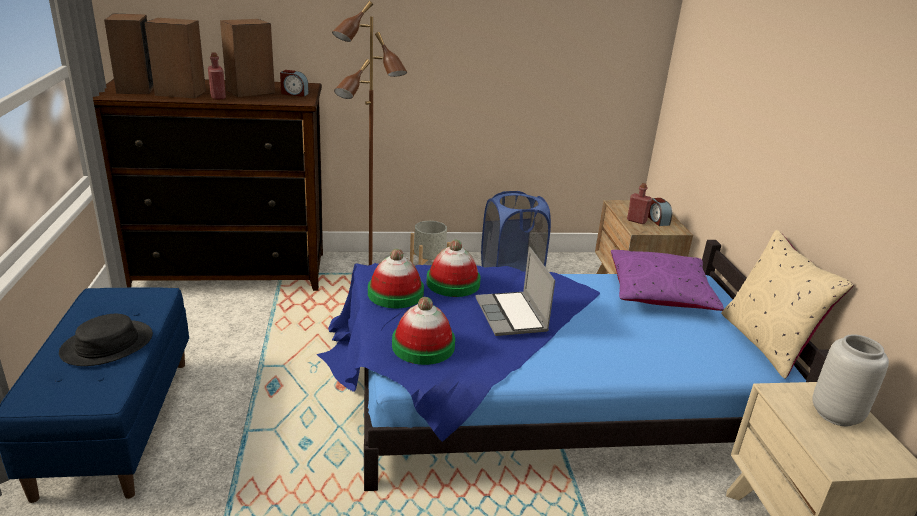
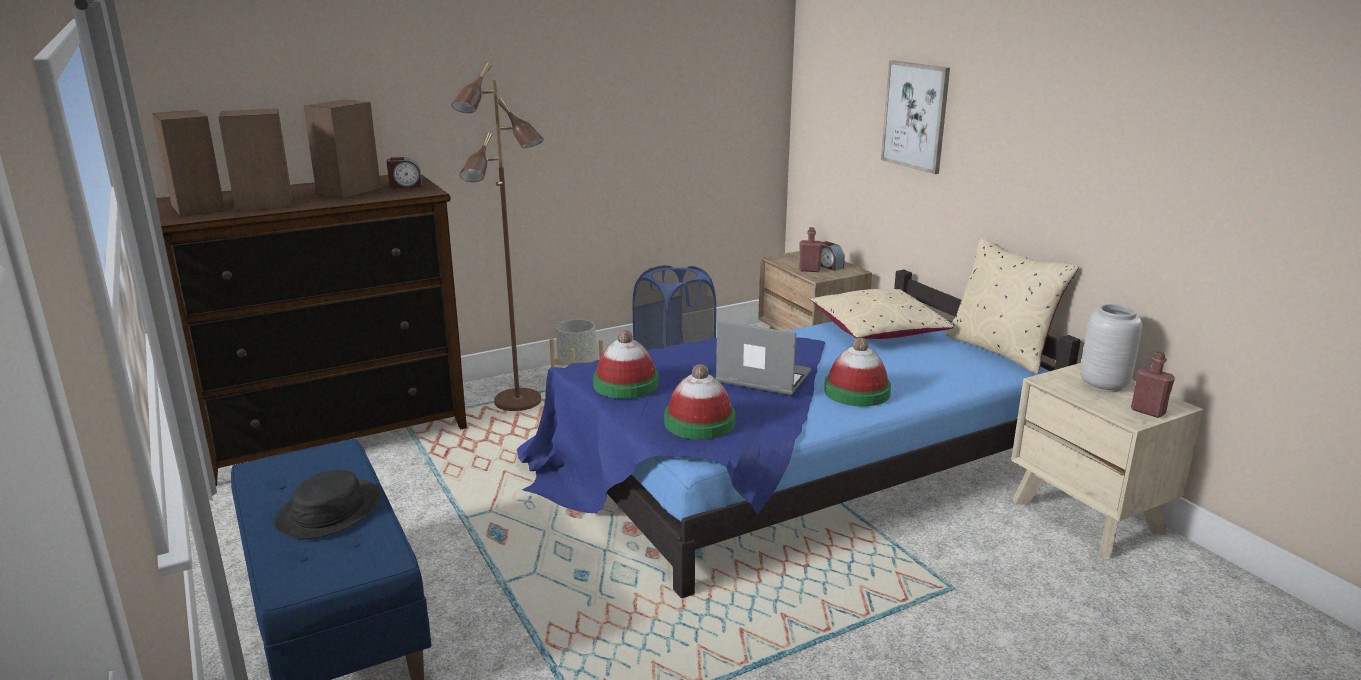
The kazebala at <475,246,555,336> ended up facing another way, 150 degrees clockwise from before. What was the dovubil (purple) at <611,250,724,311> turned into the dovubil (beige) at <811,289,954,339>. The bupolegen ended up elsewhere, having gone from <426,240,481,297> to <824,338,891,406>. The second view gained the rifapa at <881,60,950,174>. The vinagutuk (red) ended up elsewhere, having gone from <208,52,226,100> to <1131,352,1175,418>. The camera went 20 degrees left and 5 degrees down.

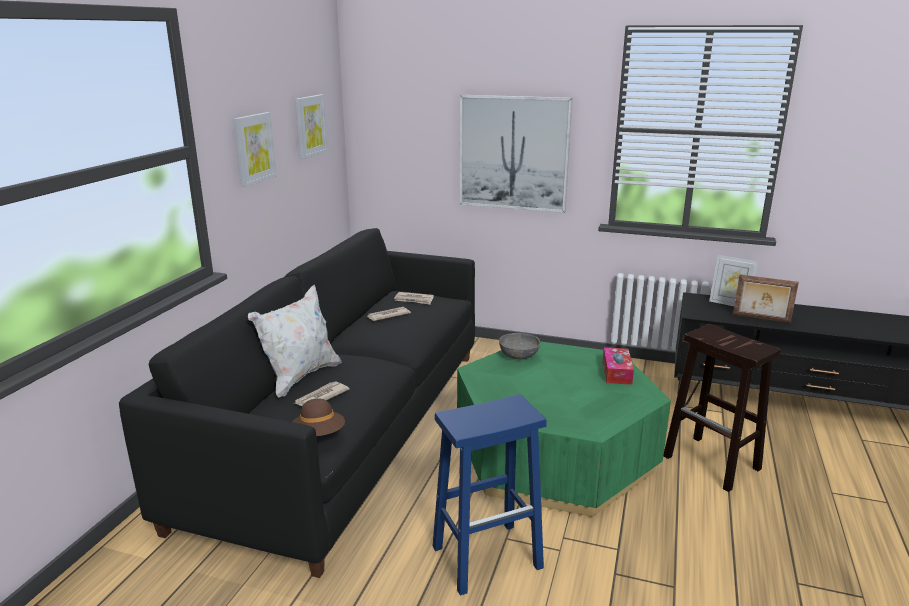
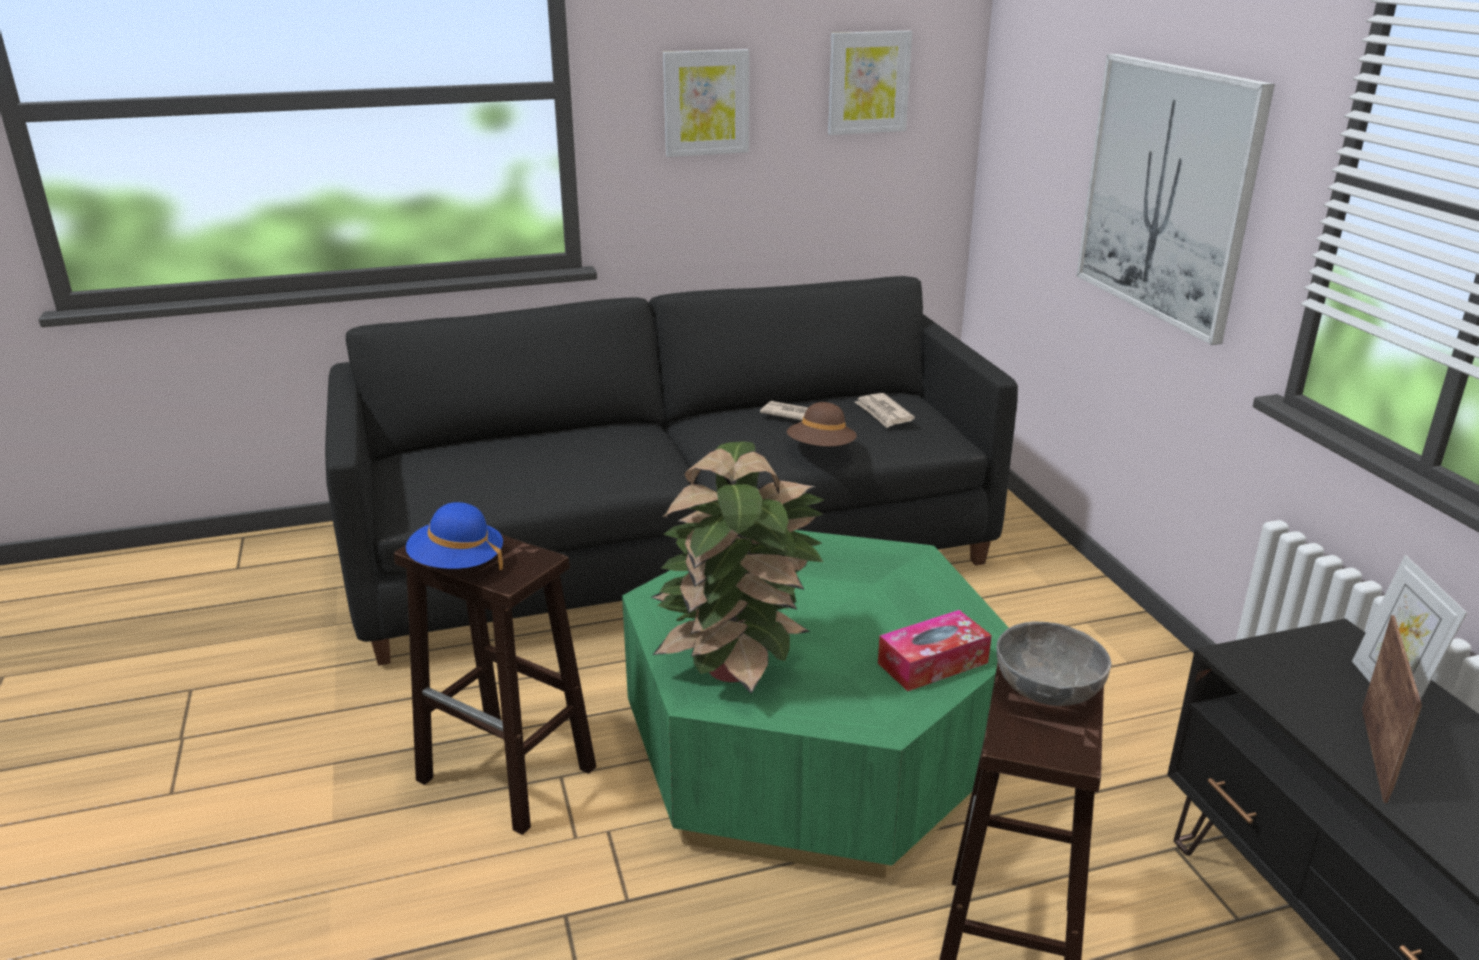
What was the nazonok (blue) at <433,394,547,596> turned into the nazonok (brown) at <394,534,596,835>. The second view gained the bupolegen (blue) at <406,502,503,570>. The second view gained the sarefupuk at <651,441,824,694>. The bupolegen (brown) ended up elsewhere, having gone from <292,398,345,436> to <787,402,857,446>. The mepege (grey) ended up elsewhere, having gone from <499,333,540,359> to <996,621,1111,706>. The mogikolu at <733,275,799,323> ended up facing another way, 150 degrees counterclockwise from before. The second view lost the dovubil (white) at <248,285,342,398>. The second view lost the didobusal at <294,381,349,406>. The camera went 55 degrees right and 5 degrees up.

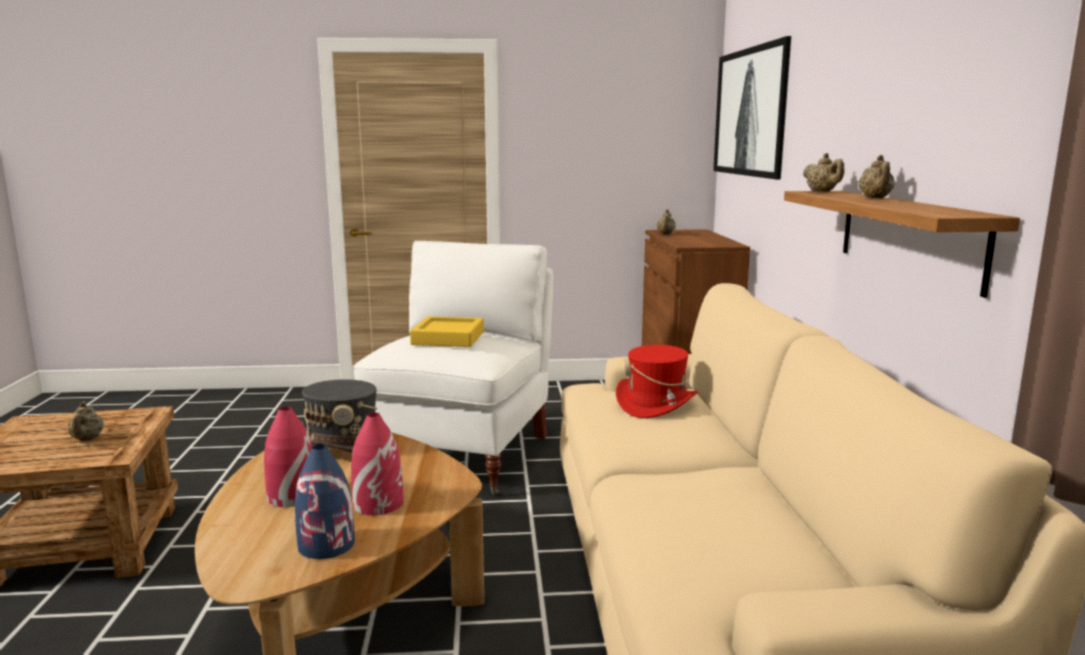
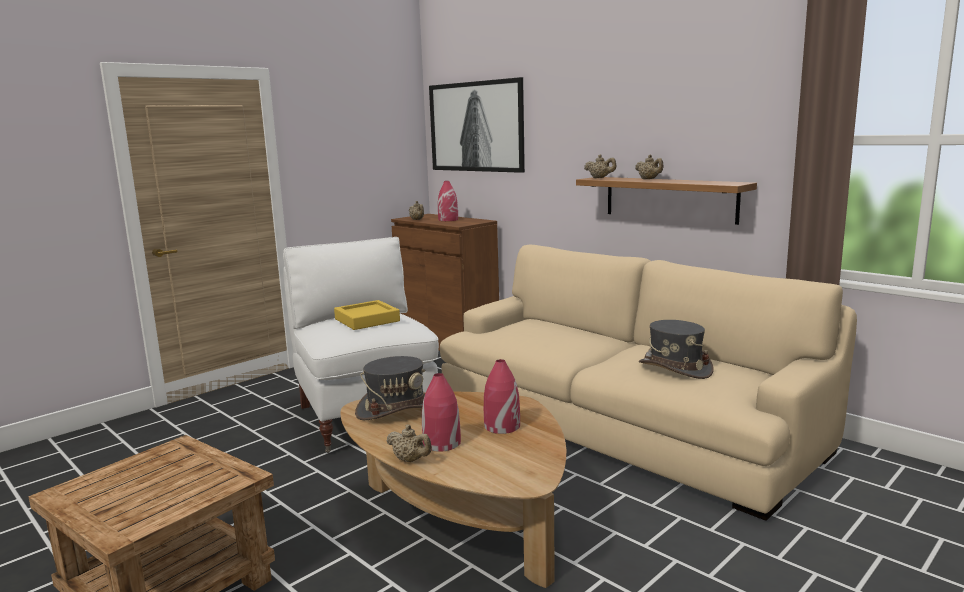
The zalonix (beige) ended up elsewhere, having gone from <68,401,104,441> to <386,424,432,462>. The second view gained the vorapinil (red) at <438,181,458,221>. The second view gained the bupolegen (grey) at <639,320,713,379>. The second view lost the vorapinil (blue) at <295,444,355,559>. The second view lost the bupolegen (red) at <616,345,698,418>. The camera went 40 degrees left and 0 degrees up.

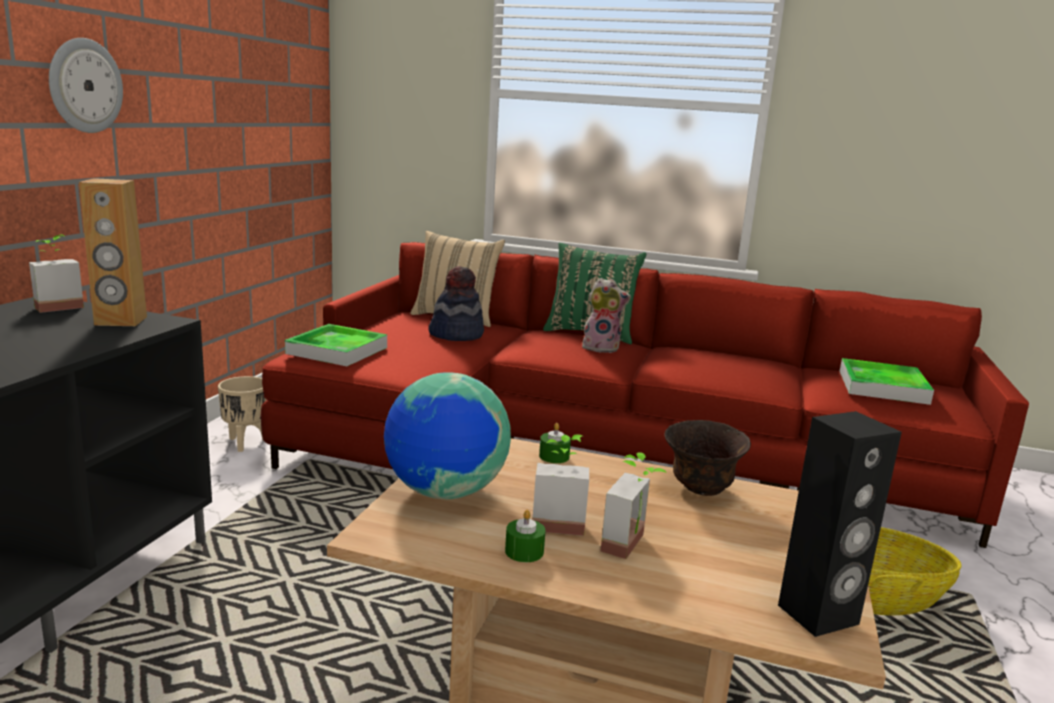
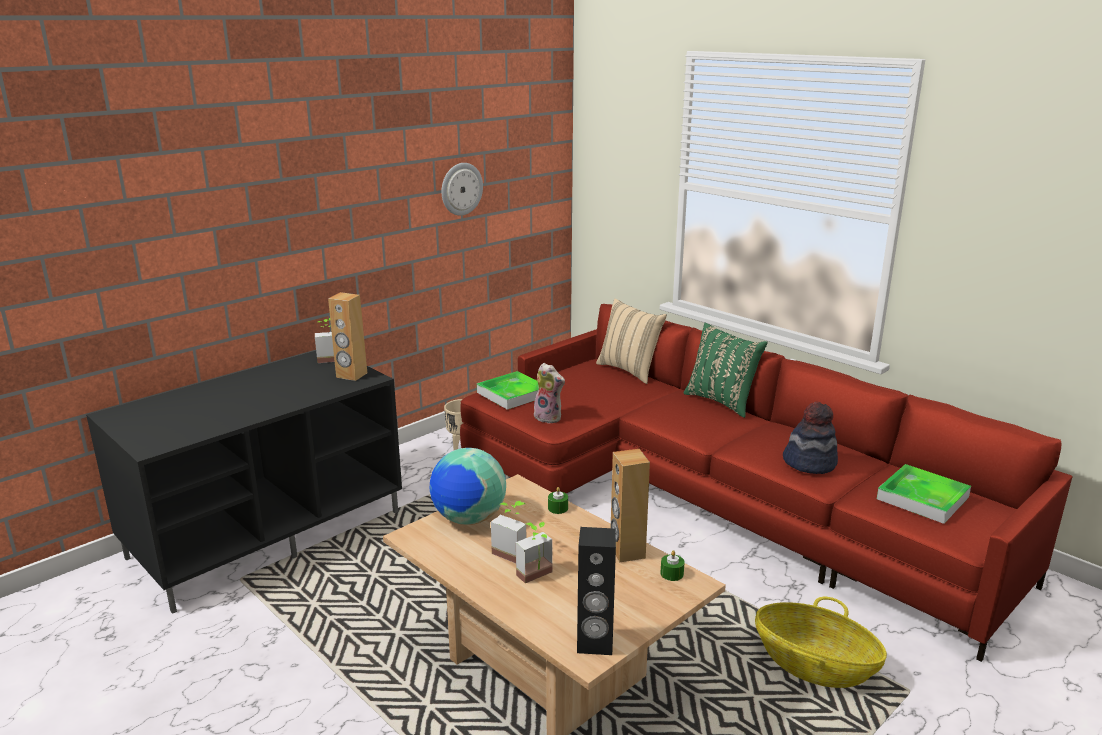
The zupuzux ended up elsewhere, having gone from <49,38,123,133> to <441,163,483,216>. The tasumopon ended up elsewhere, having gone from <582,278,631,353> to <534,363,565,424>. Where the mepege (brown) stood at <664,420,751,496>, the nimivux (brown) came to stand at <611,449,650,562>. The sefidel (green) ended up elsewhere, having gone from <505,510,546,562> to <660,550,685,581>. The bupolegen ended up elsewhere, having gone from <428,266,484,341> to <783,402,838,474>. The camera went 30 degrees right and 5 degrees up.

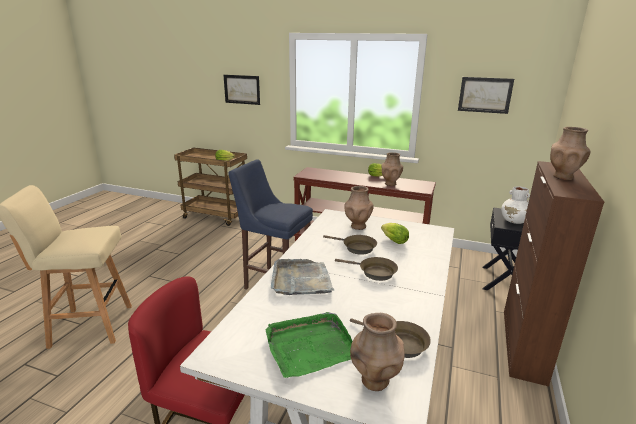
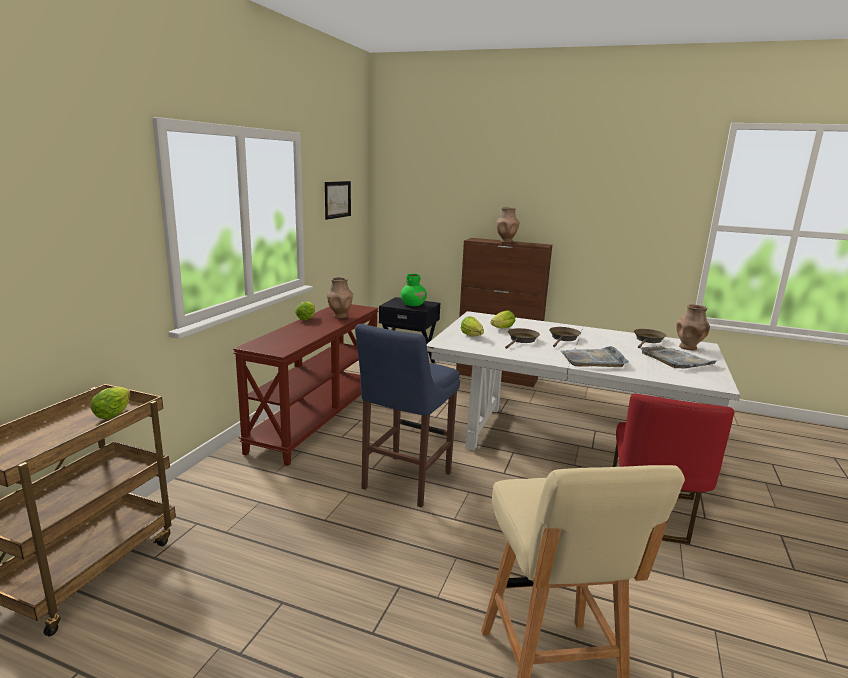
What was the vorapinil (white) at <501,186,530,224> turned into the vorapinil (green) at <401,274,427,306>. Where the vorapinil (brown) stood at <345,186,374,230>, the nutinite came to stand at <461,316,484,337>. What was the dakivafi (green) at <266,312,352,378> turned into the dakivafi (grey) at <641,346,716,369>. The second view lost the rifapa at <224,75,260,105>. The camera went 90 degrees left and 5 degrees down.

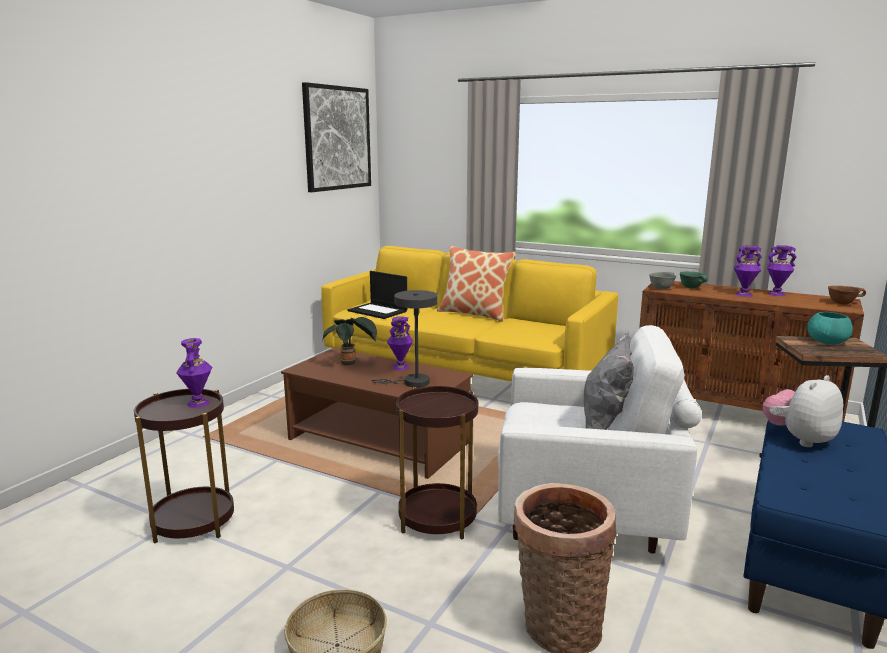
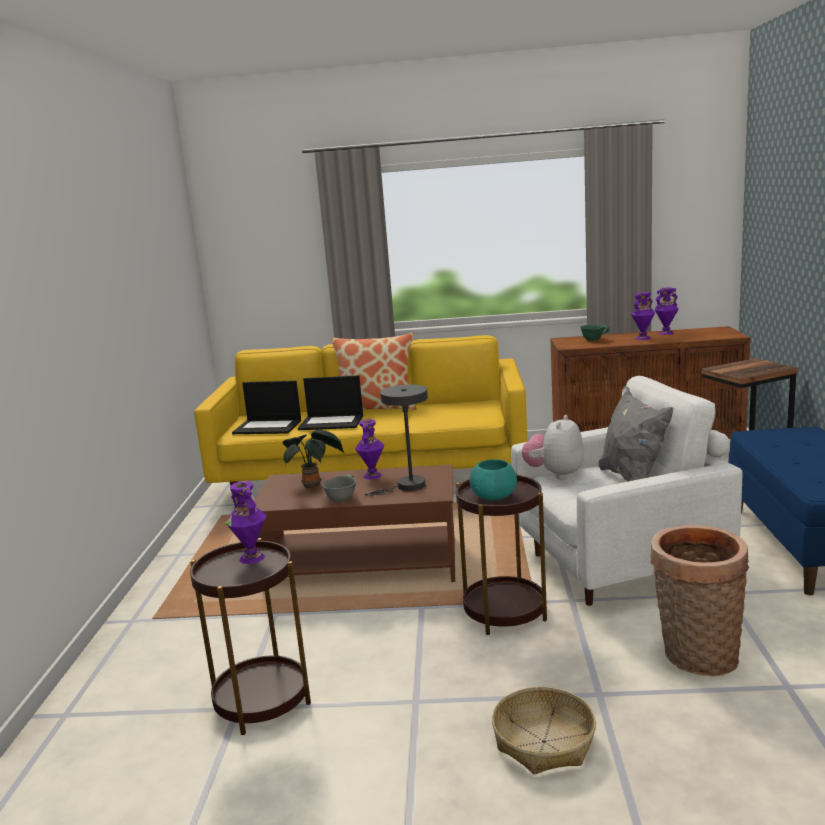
The second view gained the kazebala at <298,375,363,430>. The mepege (grey) ended up elsewhere, having gone from <649,272,676,289> to <322,474,356,502>. The mepege (turquoise) ended up elsewhere, having gone from <807,312,853,345> to <469,459,517,500>. The tasumopon ended up elsewhere, having gone from <763,375,843,447> to <522,415,584,479>. The second view lost the rifapa at <302,82,371,192>. The second view lost the mepege (brown) at <828,286,866,305>. The camera went 25 degrees left and 0 degrees up.

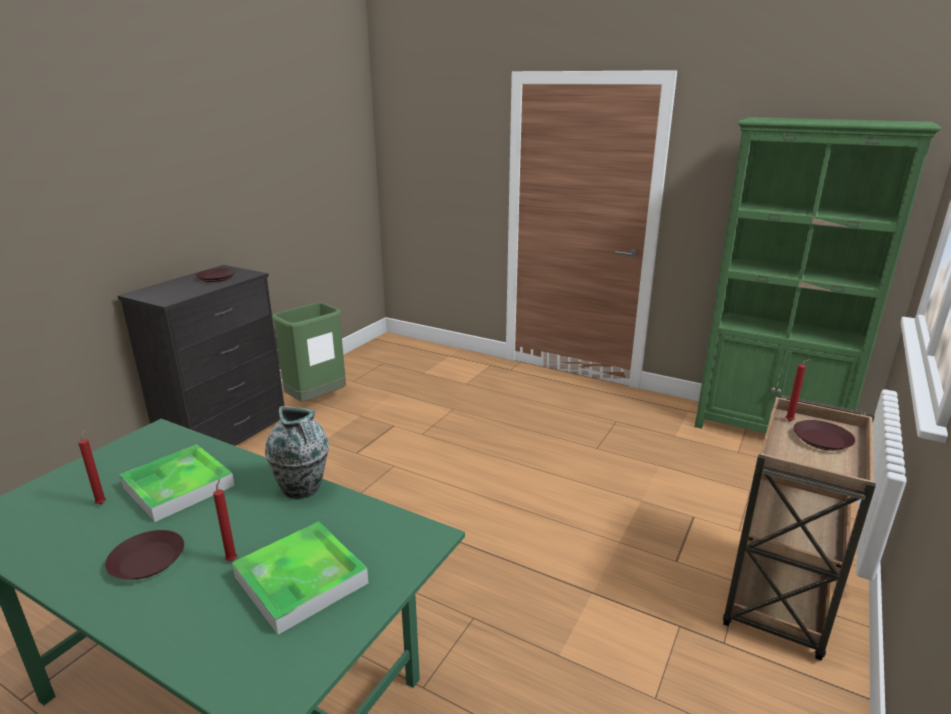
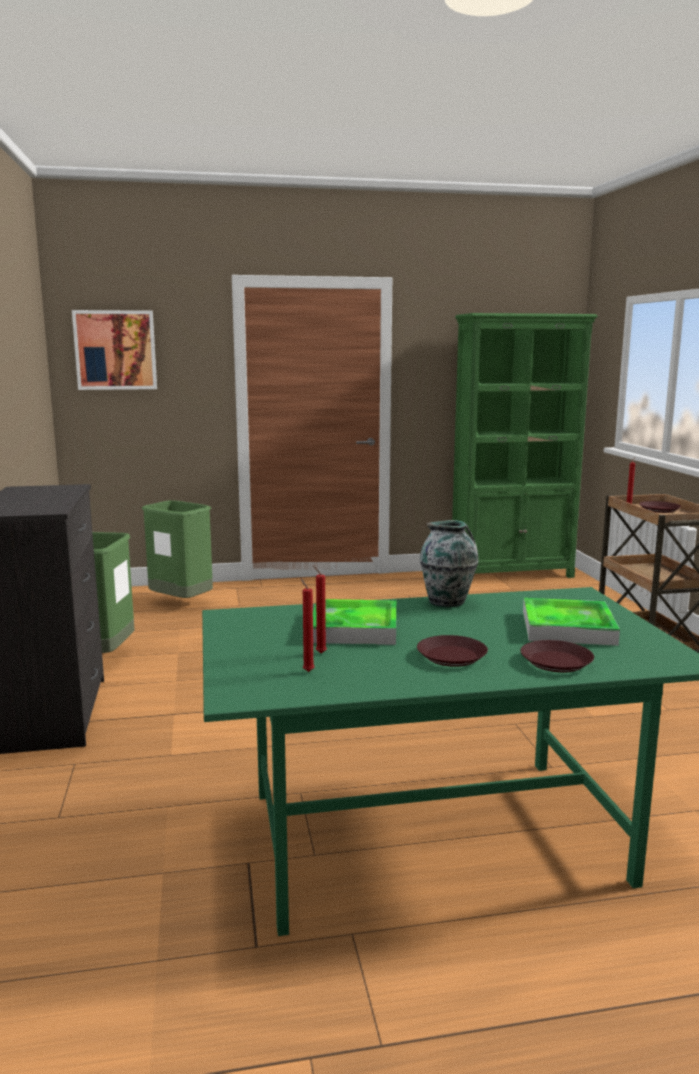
The second view gained the rifapa at <72,310,157,390>. The second view gained the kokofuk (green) at <142,500,213,598>. The sefidel (red) ended up elsewhere, having gone from <213,478,237,561> to <301,578,315,672>. The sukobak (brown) ended up elsewhere, having gone from <196,268,235,282> to <520,640,594,672>. The camera went 40 degrees left and 10 degrees down.

